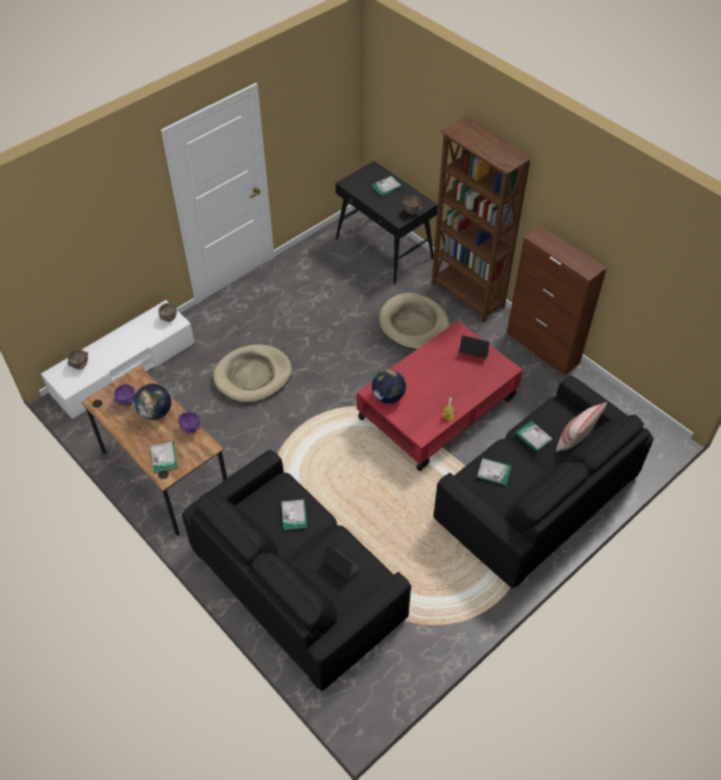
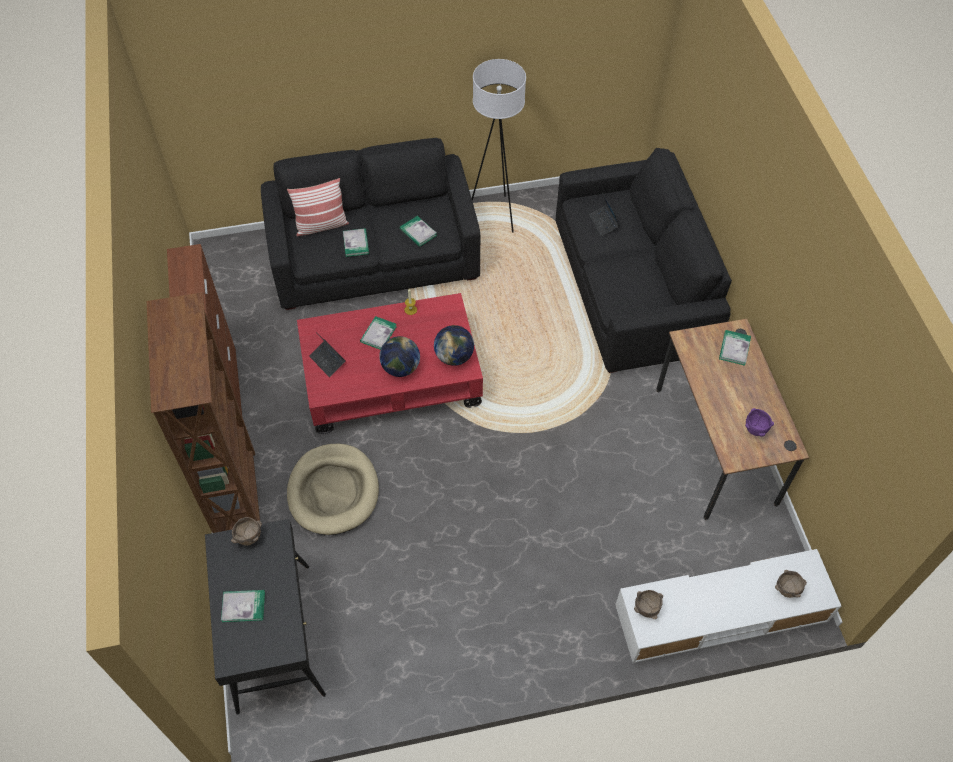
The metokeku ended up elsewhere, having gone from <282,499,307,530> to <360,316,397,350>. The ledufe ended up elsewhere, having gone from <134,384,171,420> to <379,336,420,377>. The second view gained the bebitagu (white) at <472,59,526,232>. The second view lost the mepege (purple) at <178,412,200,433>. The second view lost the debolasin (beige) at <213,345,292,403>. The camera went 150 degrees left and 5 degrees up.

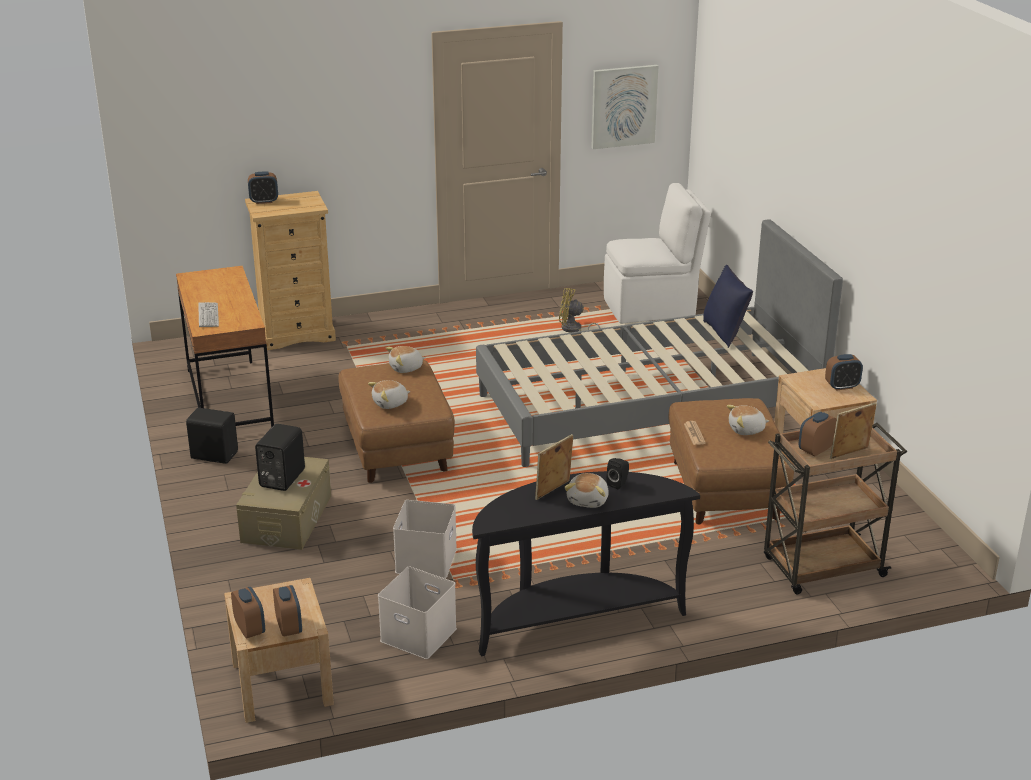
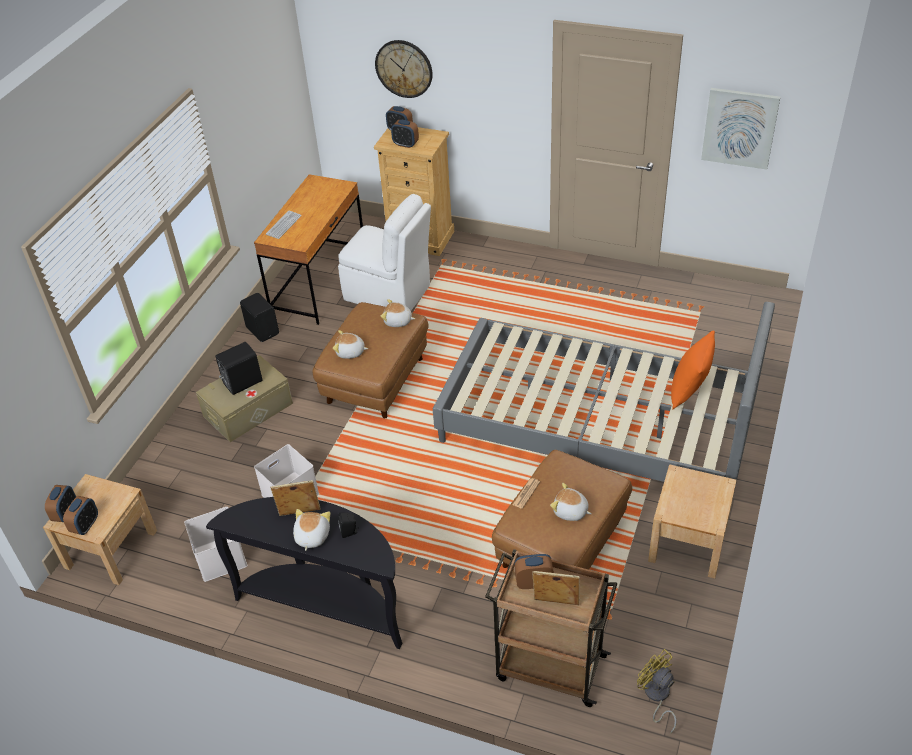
The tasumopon at <564,473,609,508> ended up facing another way, 135 degrees clockwise from before. The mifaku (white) ended up elsewhere, having gone from <604,183,711,324> to <338,194,431,311>. The second view gained the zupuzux at <375,40,433,98>. The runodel ended up elsewhere, having gone from <825,354,863,391> to <391,120,419,148>. The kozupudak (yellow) ended up elsewhere, having gone from <559,288,600,332> to <637,649,677,734>. What was the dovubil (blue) at <703,265,753,348> turned into the dovubil (orange) at <671,330,715,409>. The camera went 40 degrees right and 15 degrees up.

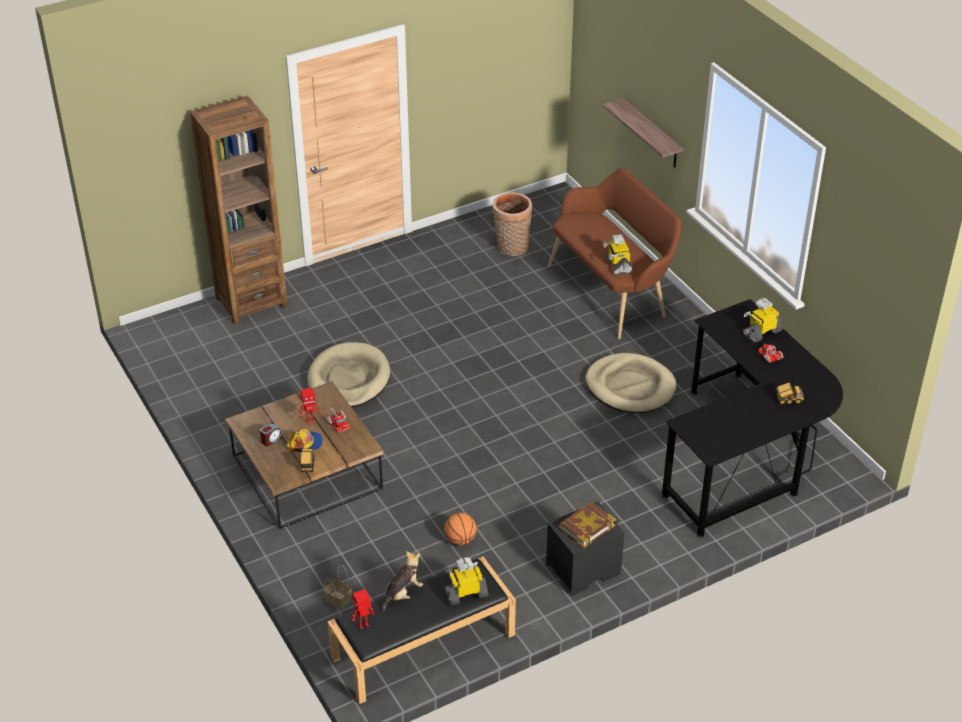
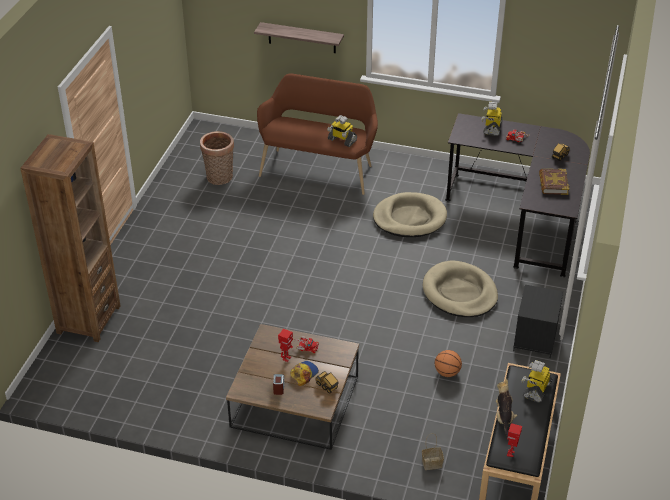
The debolasin (beige) ended up elsewhere, having gone from <307,342,390,408> to <423,260,498,317>. The metokeku ended up elsewhere, having gone from <559,502,616,548> to <539,169,569,195>. The camera went 45 degrees left and 0 degrees up.

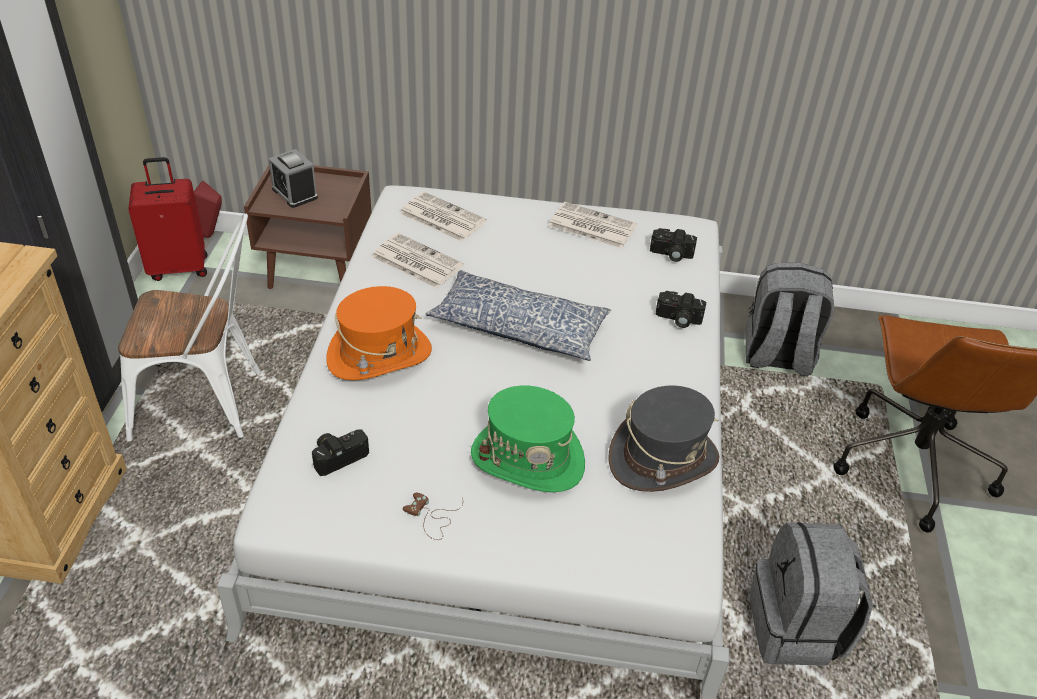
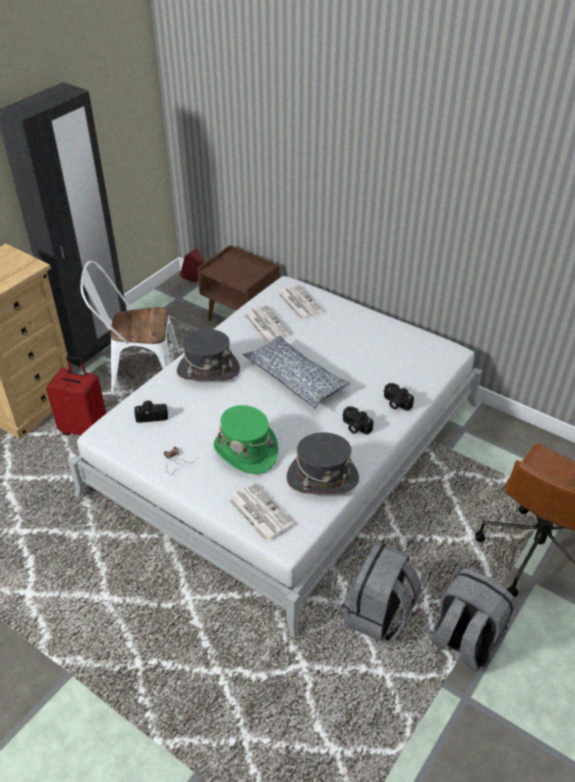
The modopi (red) ended up elsewhere, having gone from <128,157,207,281> to <46,356,106,436>. The mifaku (white) at <118,214,261,442> ended up facing another way, 150 degrees clockwise from before. What was the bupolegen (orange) at <326,286,432,380> turned into the bupolegen (grey) at <177,329,240,380>. The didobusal ended up elsewhere, having gone from <548,202,637,249> to <228,483,294,542>. The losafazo ended up elsewhere, having gone from <650,228,697,262> to <342,406,374,435>. The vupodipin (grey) ended up elsewhere, having gone from <746,263,835,376> to <431,568,516,672>. The second view lost the runodel at <268,149,318,208>. The camera went 30 degrees right and 0 degrees up.

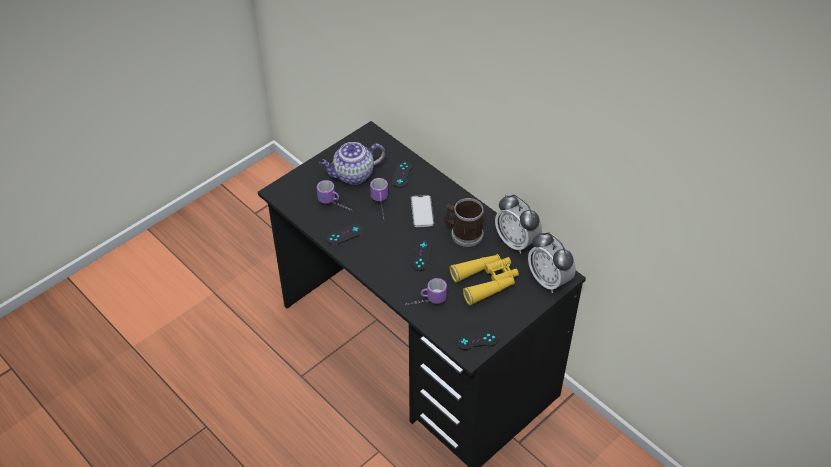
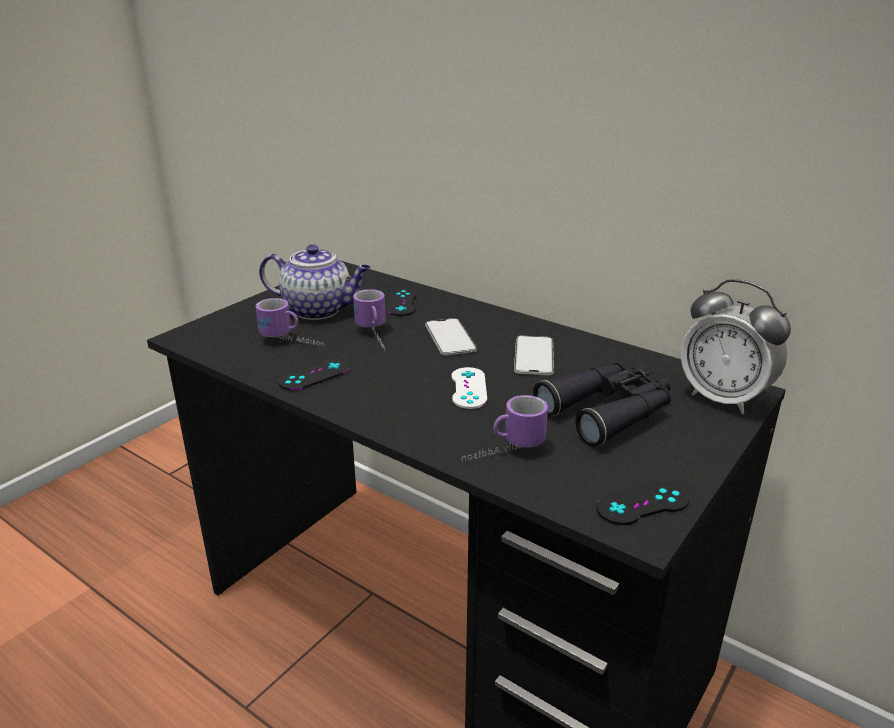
The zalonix at <320,142,385,185> ended up facing another way, 135 degrees counterclockwise from before. What was the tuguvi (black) at <411,239,432,271> turned into the tuguvi (white) at <452,367,487,409>. Where the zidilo stood at <444,198,484,247>, the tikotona came to stand at <514,336,554,375>. What was the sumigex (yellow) at <450,254,519,305> turned into the sumigex (black) at <533,362,671,447>. The second view lost the runodel at <495,195,542,254>. The camera went 10 degrees left and 20 degrees down.

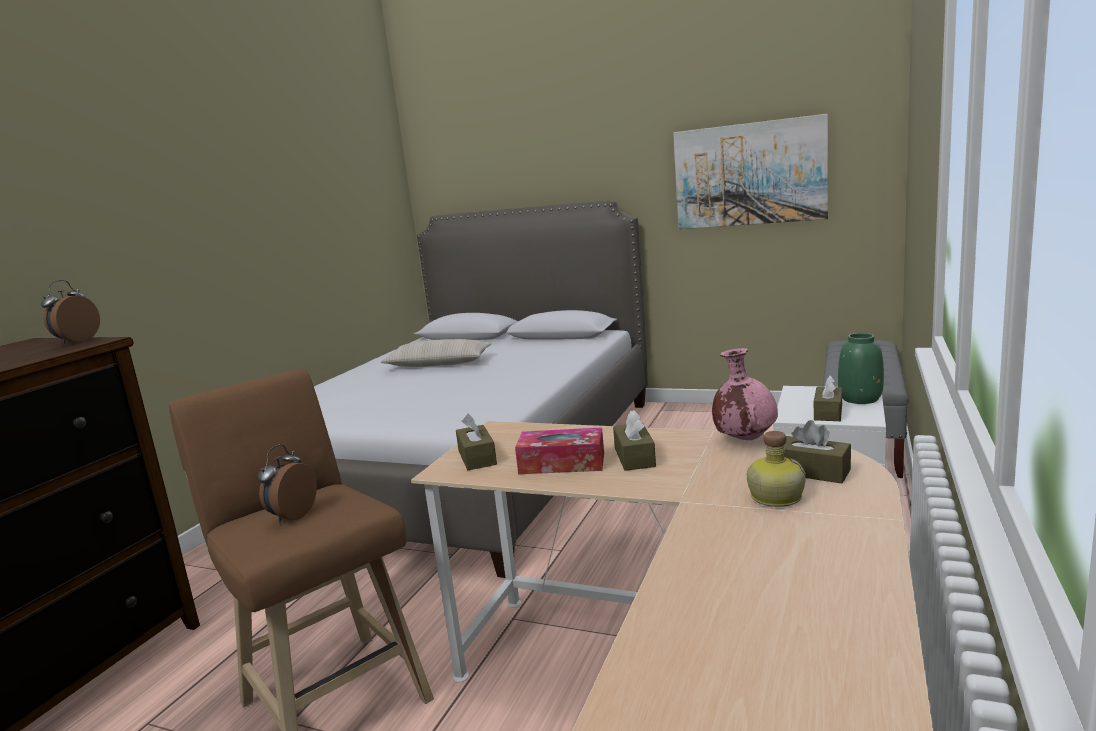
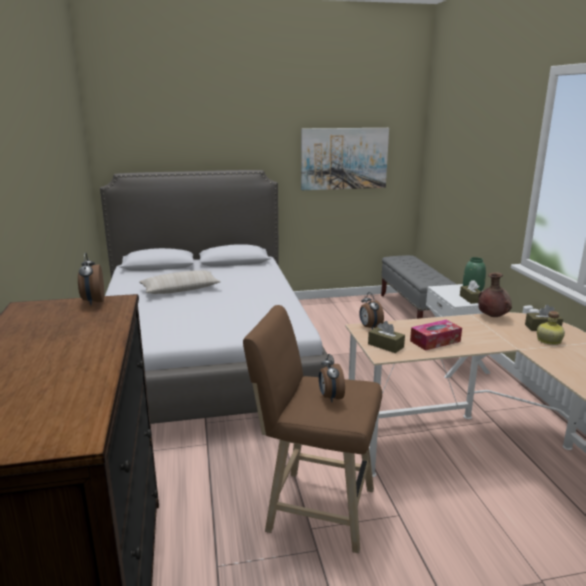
The second view gained the runodel at <359,292,384,329>. What was the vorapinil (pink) at <712,348,778,440> turned into the vorapinil (brown) at <478,272,512,317>. The second view lost the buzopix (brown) at <613,410,656,471>. The camera went 35 degrees left and 5 degrees up.

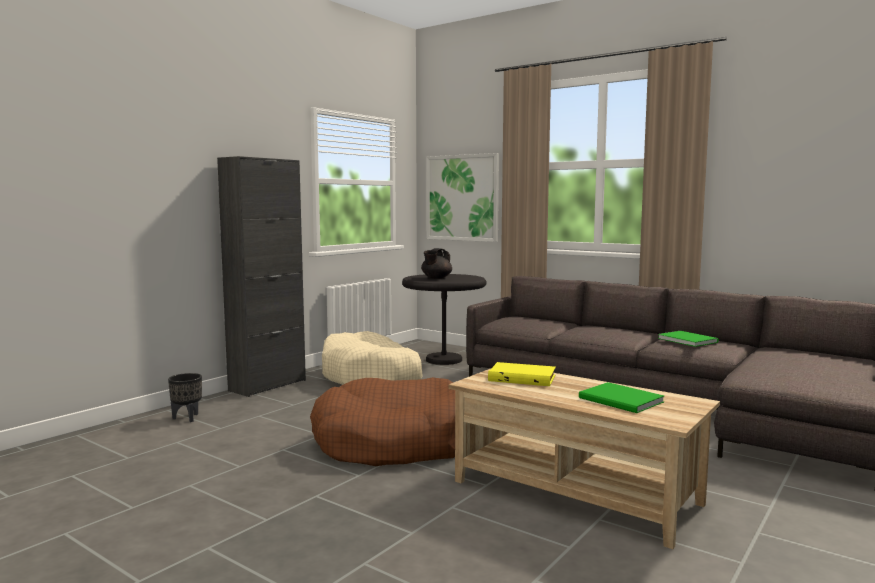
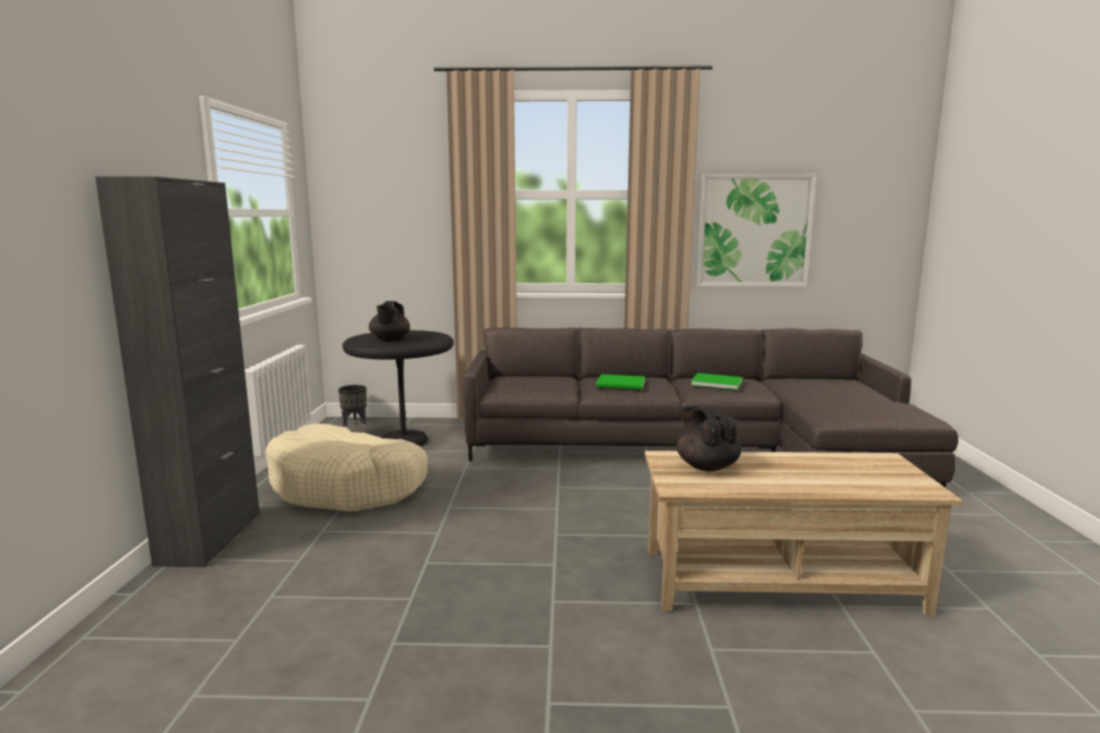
The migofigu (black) ended up elsewhere, having gone from <168,373,202,422> to <338,385,367,426>. The metokeku (green) ended up elsewhere, having gone from <579,382,664,413> to <596,374,645,390>. Where the metokeku (yellow) stood at <488,362,556,386>, the zalonix (black) came to stand at <676,405,742,471>. The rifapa ended up elsewhere, having gone from <426,153,499,242> to <697,174,817,287>. The second view lost the debolasin (brown) at <310,377,455,466>. The camera went 35 degrees left and 5 degrees up.

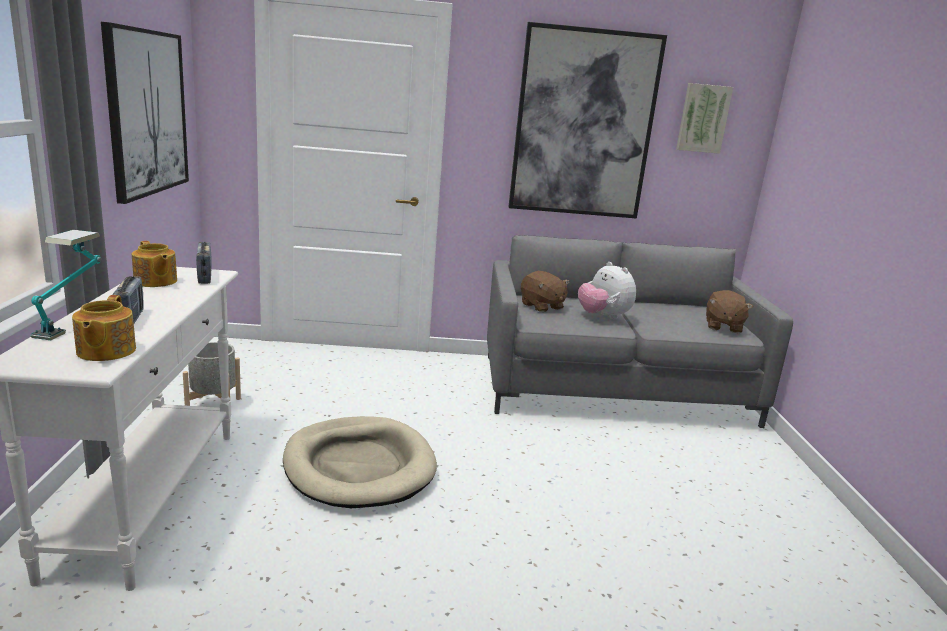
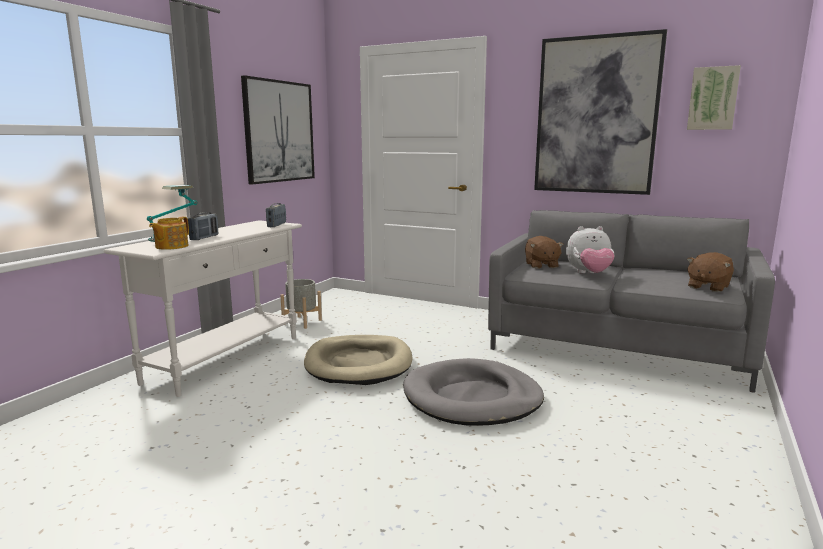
The second view gained the debolasin (grey) at <403,358,544,426>. The tasumopon at <578,262,636,319> ended up facing another way, 90 degrees counterclockwise from before. The second view lost the zalonix at <132,241,177,287>. The camera went 30 degrees right and 5 degrees down.

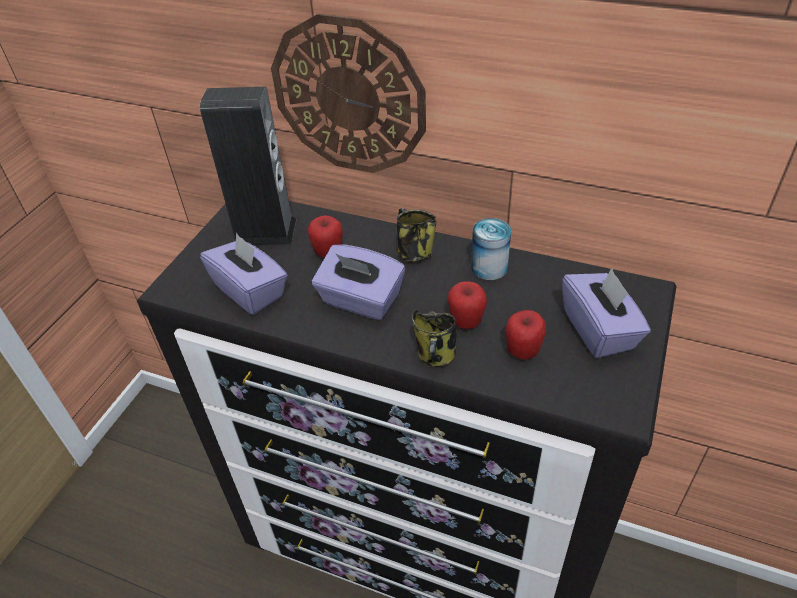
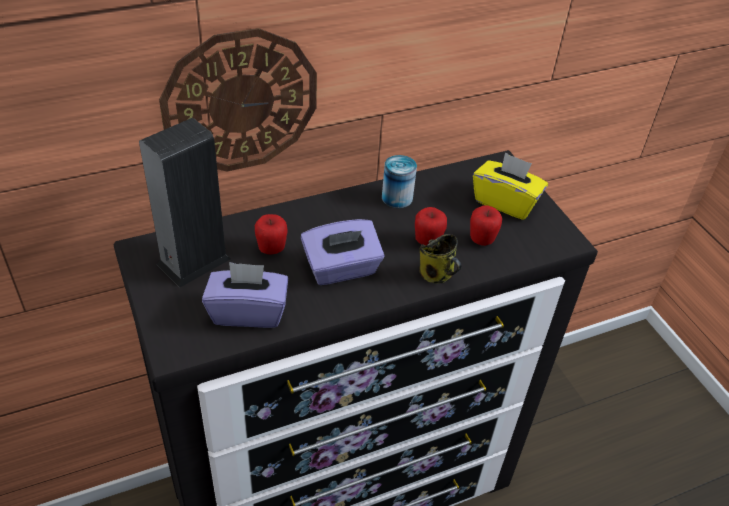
What was the buzopix (purple) at <562,268,651,358> turned into the buzopix (yellow) at <473,152,548,220>. The second view lost the zidilo at <397,208,436,263>. The camera went 50 degrees left and 0 degrees up.

